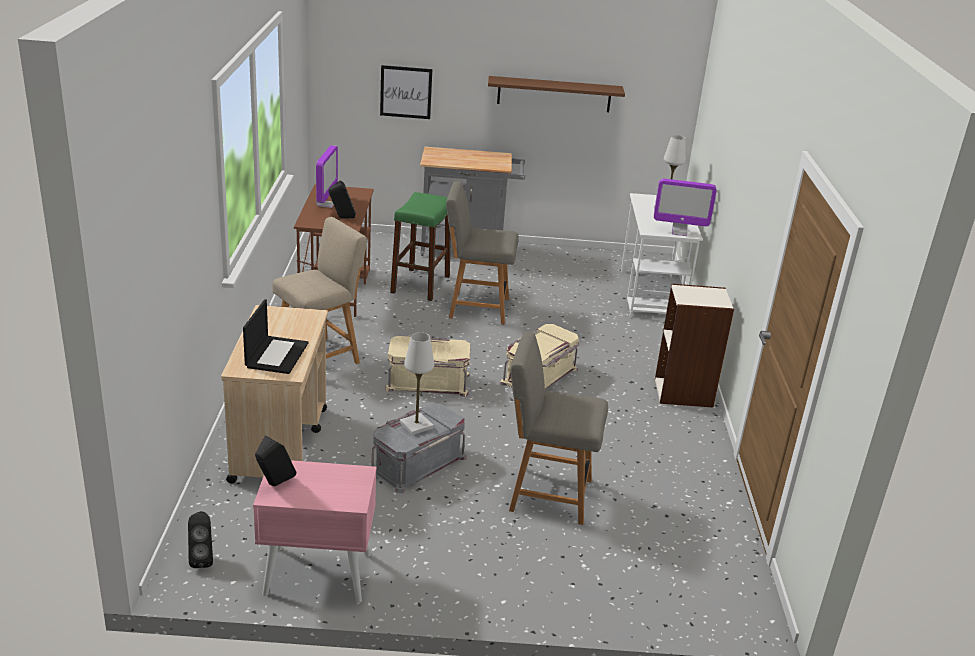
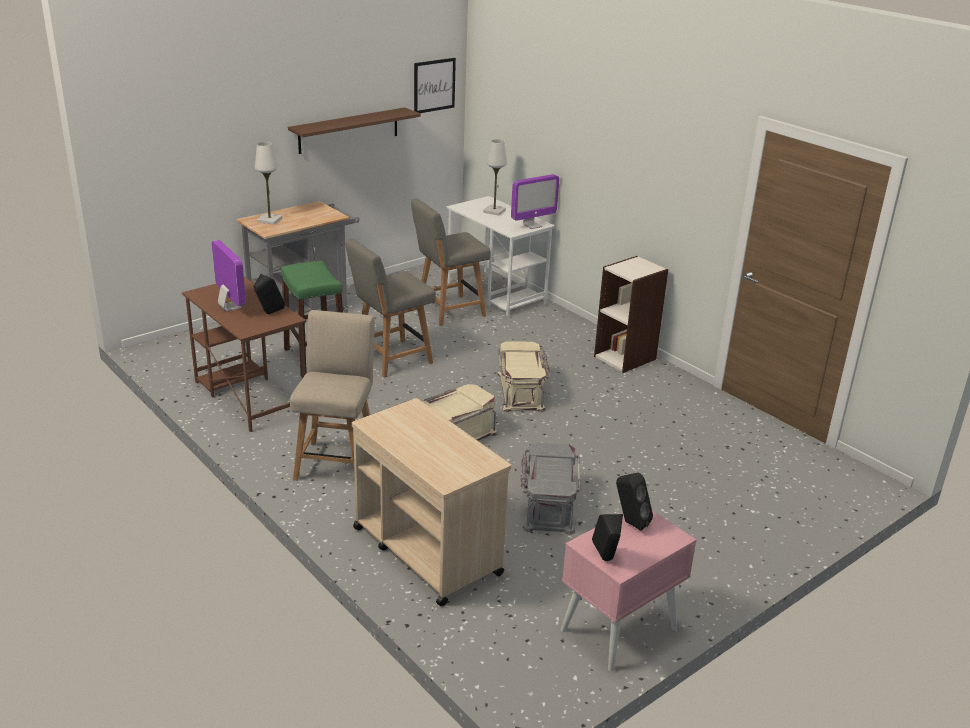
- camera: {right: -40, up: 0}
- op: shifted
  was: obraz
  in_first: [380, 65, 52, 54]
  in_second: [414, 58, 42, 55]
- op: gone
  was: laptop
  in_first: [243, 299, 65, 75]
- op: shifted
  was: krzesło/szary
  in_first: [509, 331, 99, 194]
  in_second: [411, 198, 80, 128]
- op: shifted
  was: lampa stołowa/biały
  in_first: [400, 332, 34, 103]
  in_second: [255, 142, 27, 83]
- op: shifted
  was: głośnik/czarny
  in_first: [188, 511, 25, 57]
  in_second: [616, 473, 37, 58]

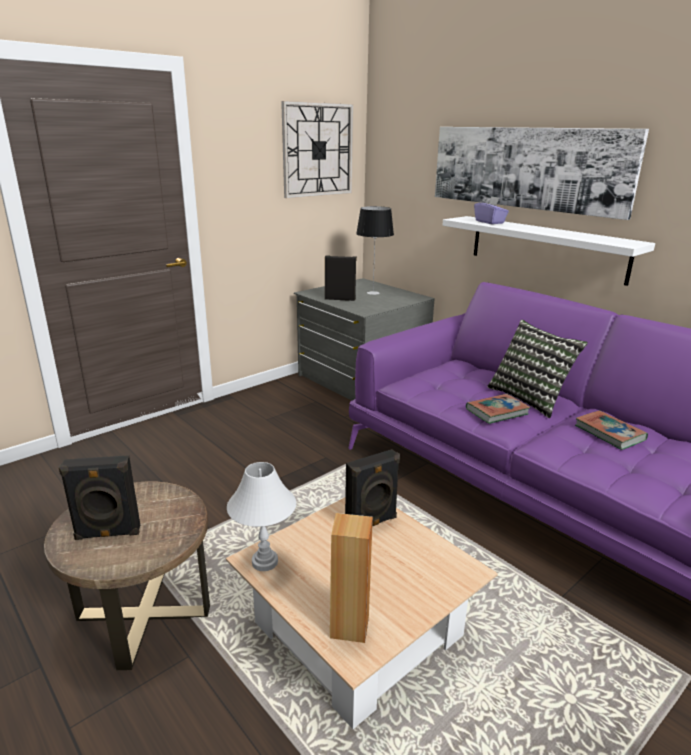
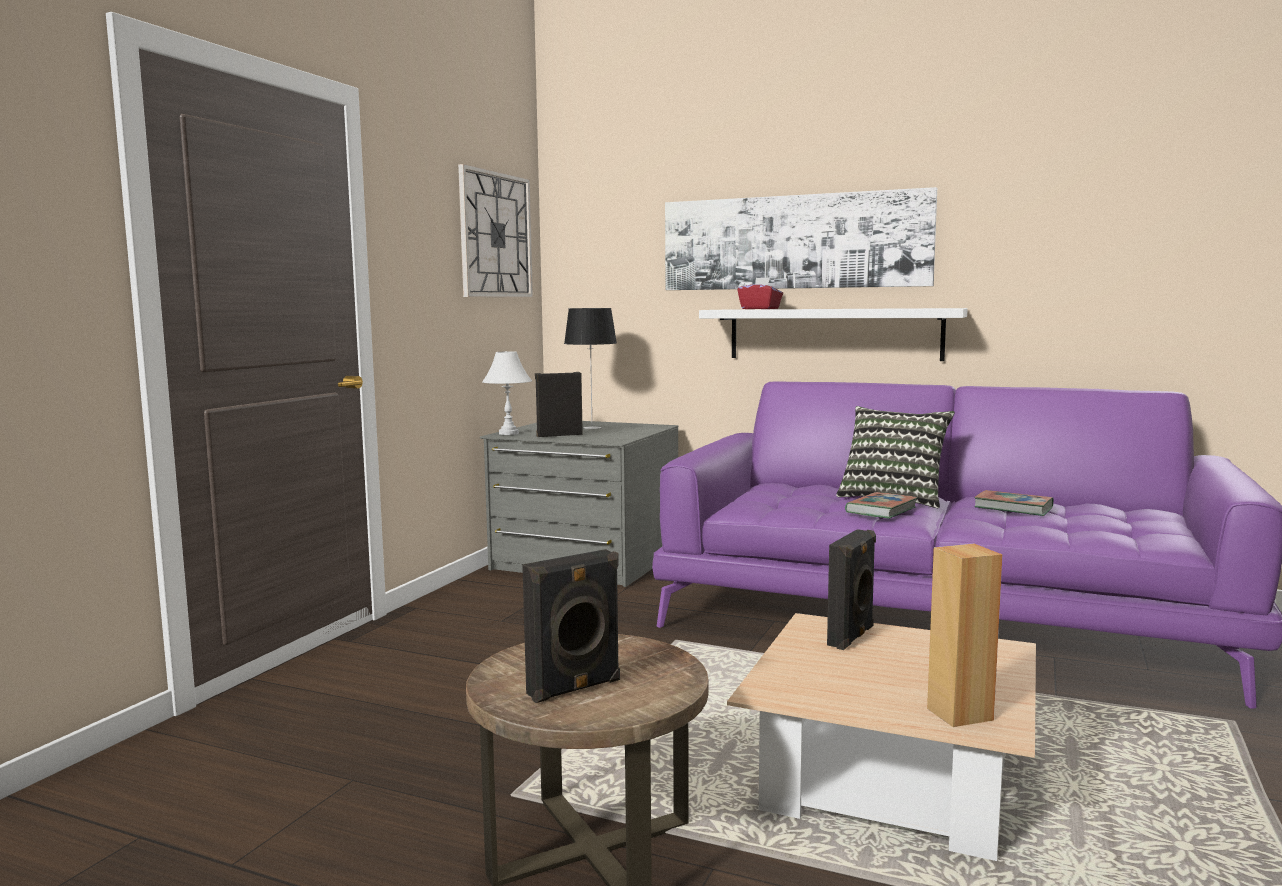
- camera: {right: -25, up: -15}
- op: repainted
  was: pudełko chusteczek/fioletowy
  now: pudełko chusteczek/czerwony
  in_first: [474, 196, 35, 28]
  in_second: [737, 277, 46, 32]
- op: shifted
  was: lampa stołowa/biały
  in_first: [227, 462, 69, 109]
  in_second: [482, 351, 50, 84]

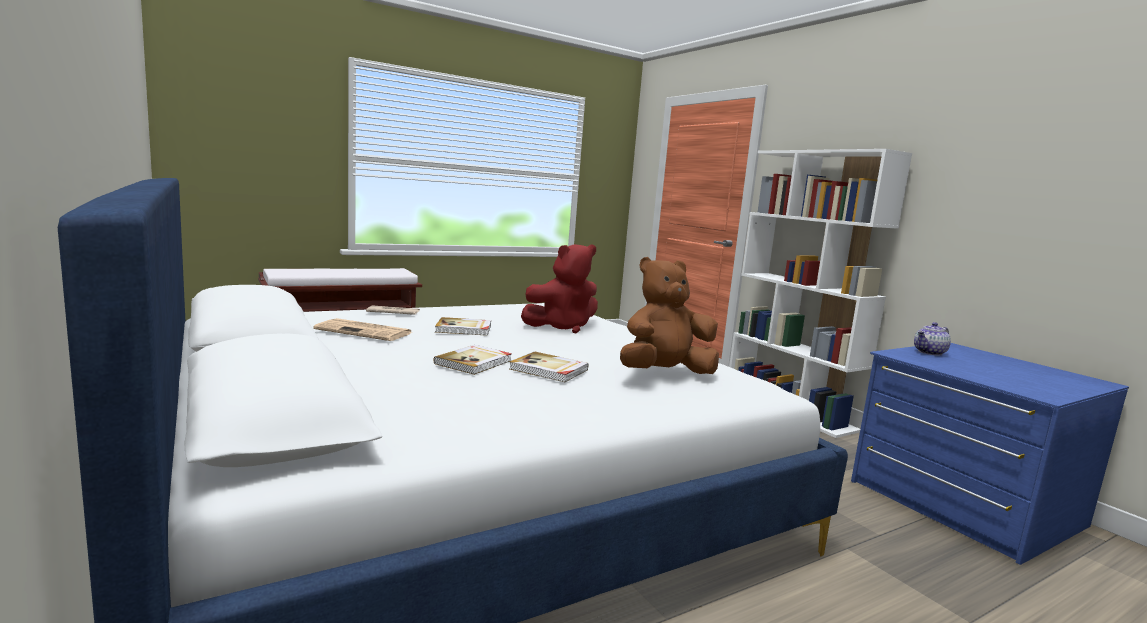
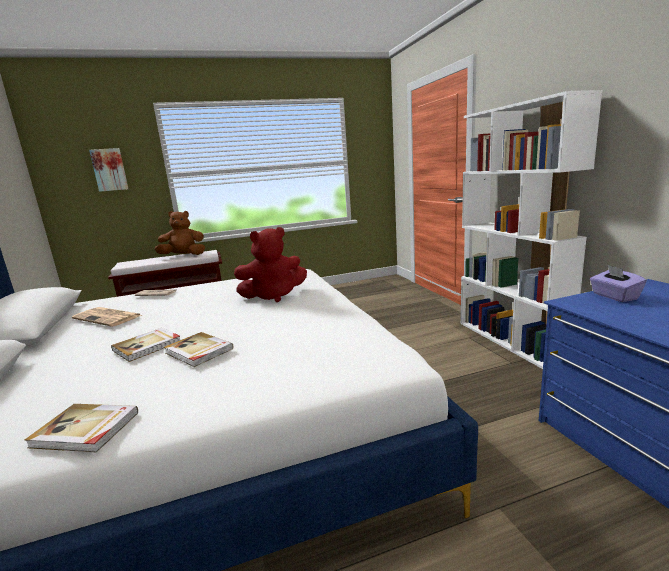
- camera: {right: 15, up: 5}
- op: shifted
  was: pluszak/brązowy
  in_first: [620, 257, 99, 117]
  in_second: [155, 211, 50, 44]
- op: shifted
  was: książka
  in_first: [435, 317, 56, 19]
  in_second: [25, 404, 113, 48]
- op: swapped
  was: imbryk
  now: pudełko chusteczek/fioletowy
  in_first: [914, 322, 37, 34]
  in_second: [590, 265, 57, 37]
- op: new
  now: obraz
  in_second: [89, 148, 39, 44]

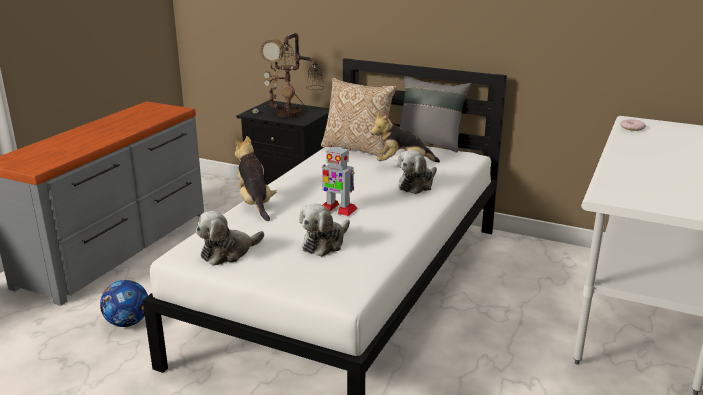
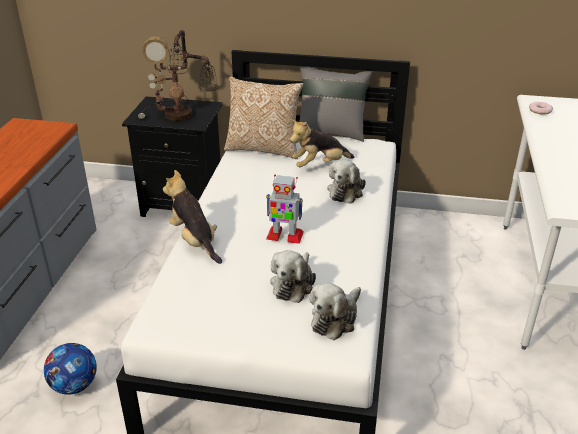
- camera: {right: -15, up: 10}
- op: shifted
  was: pluszak
  in_first: [196, 211, 68, 55]
  in_second: [309, 283, 52, 57]

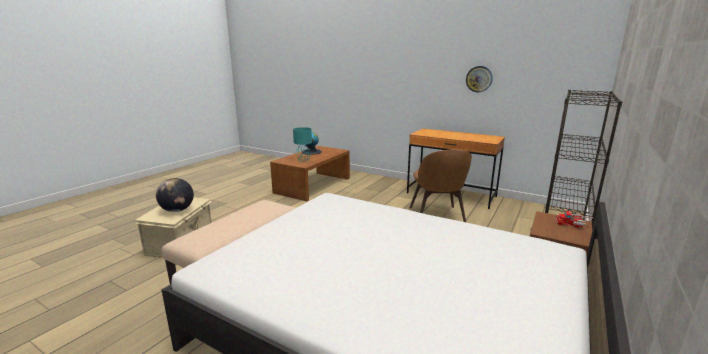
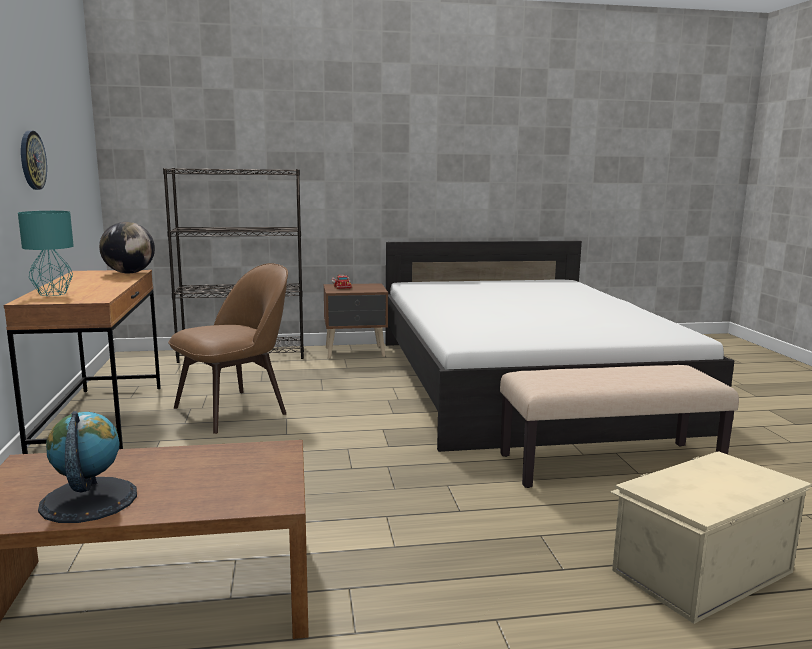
- camera: {right: -130, up: -5}
- op: shifted
  was: lampa stołowa/turkusowy
  in_first: [293, 127, 19, 35]
  in_second: [18, 211, 56, 85]
- op: shifted
  was: globus
  in_first: [156, 178, 38, 34]
  in_second: [99, 222, 56, 51]

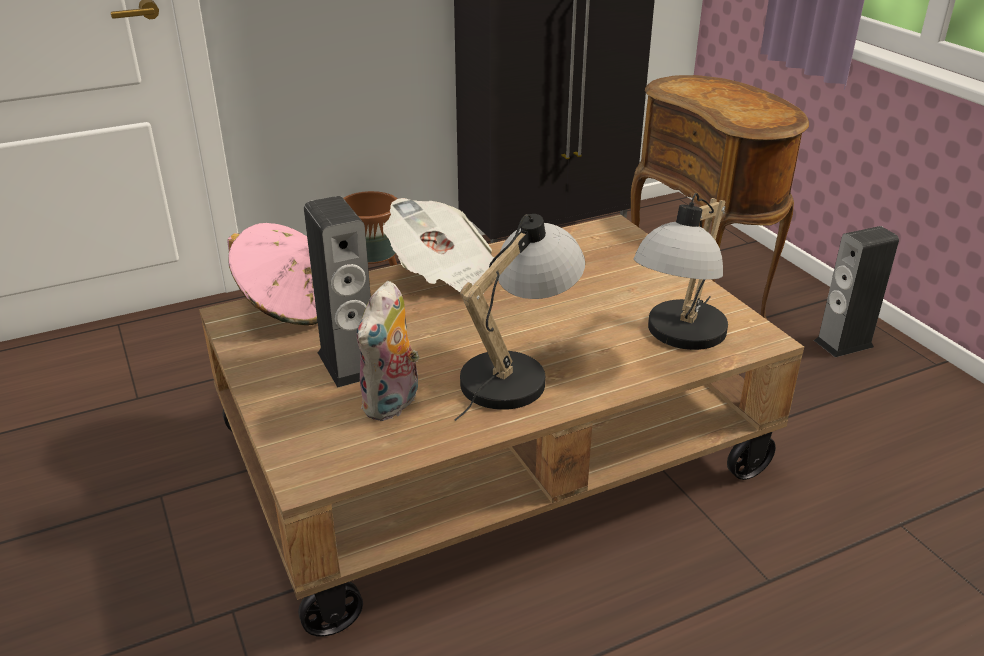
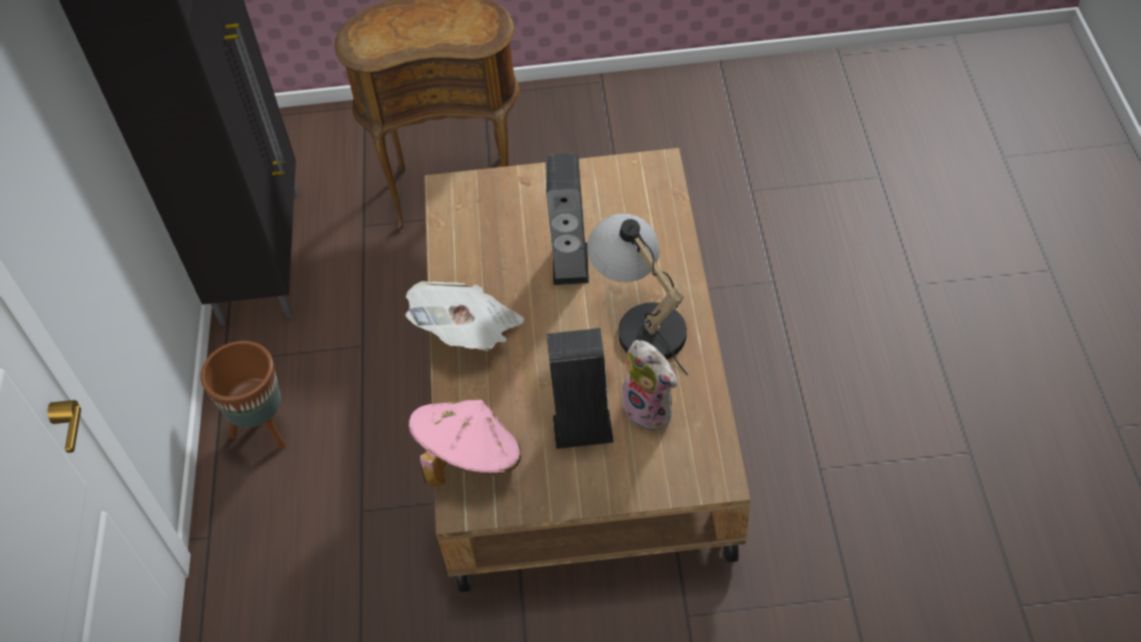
- camera: {right: -65, up: 20}
- op: gone
  was: lampa stołowa
  in_first: [634, 193, 94, 157]
- op: shifted
  was: głośnik
  in_first: [814, 226, 85, 131]
  in_second: [546, 153, 43, 132]

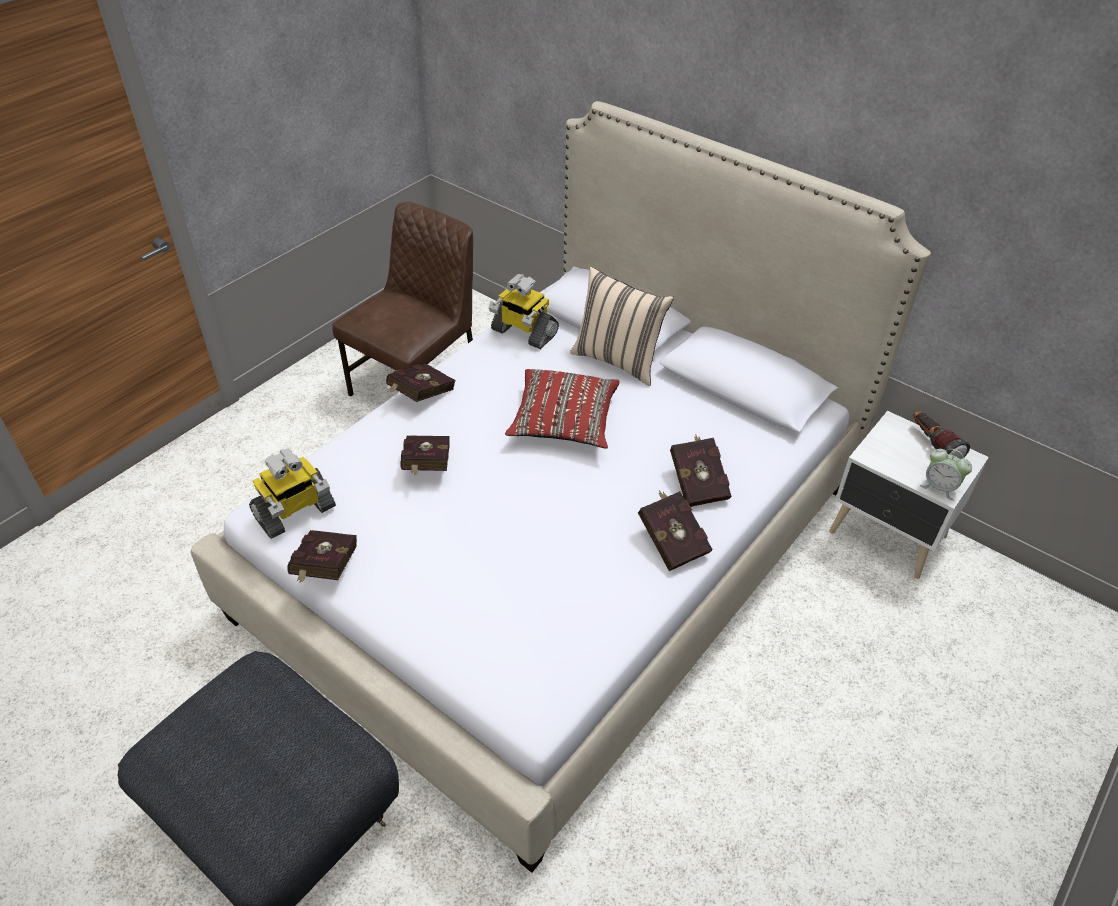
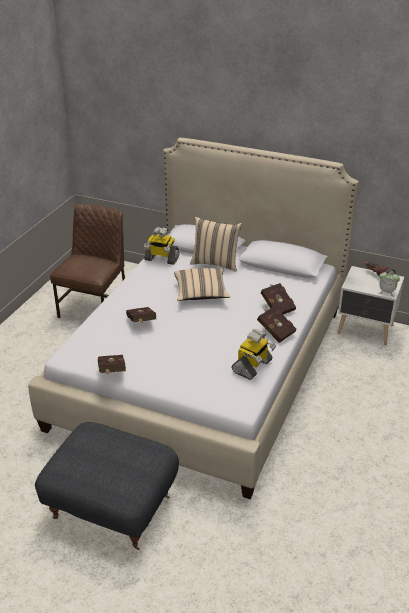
- camera: {right: -15, up: -10}
- op: gone
  was: książka/czerwony
  in_first: [386, 364, 70, 38]
- op: repainted
  was: poduszka/czerwony
  now: poduszka/beżowy
  in_first: [505, 369, 115, 80]
  in_second: [174, 268, 56, 33]
- op: shifted
  was: robot zabawkowy
  in_first: [249, 448, 87, 91]
  in_second: [232, 329, 44, 51]

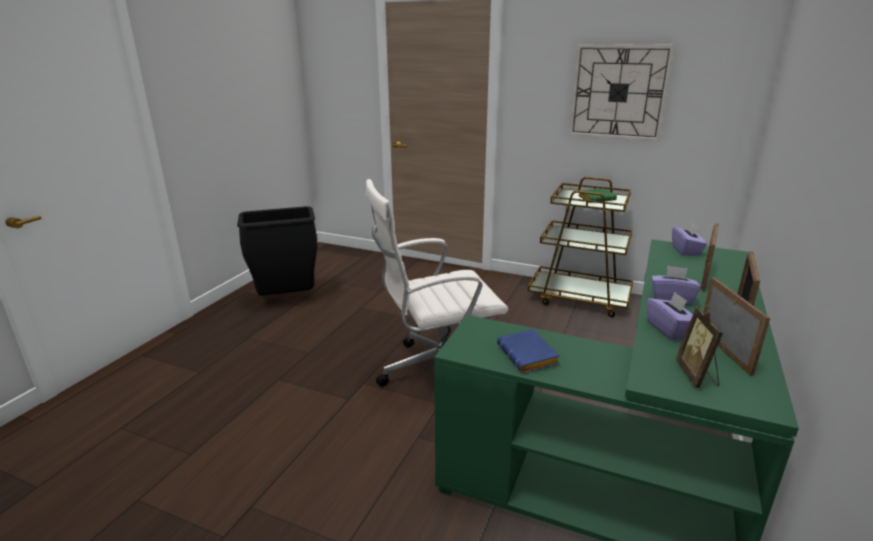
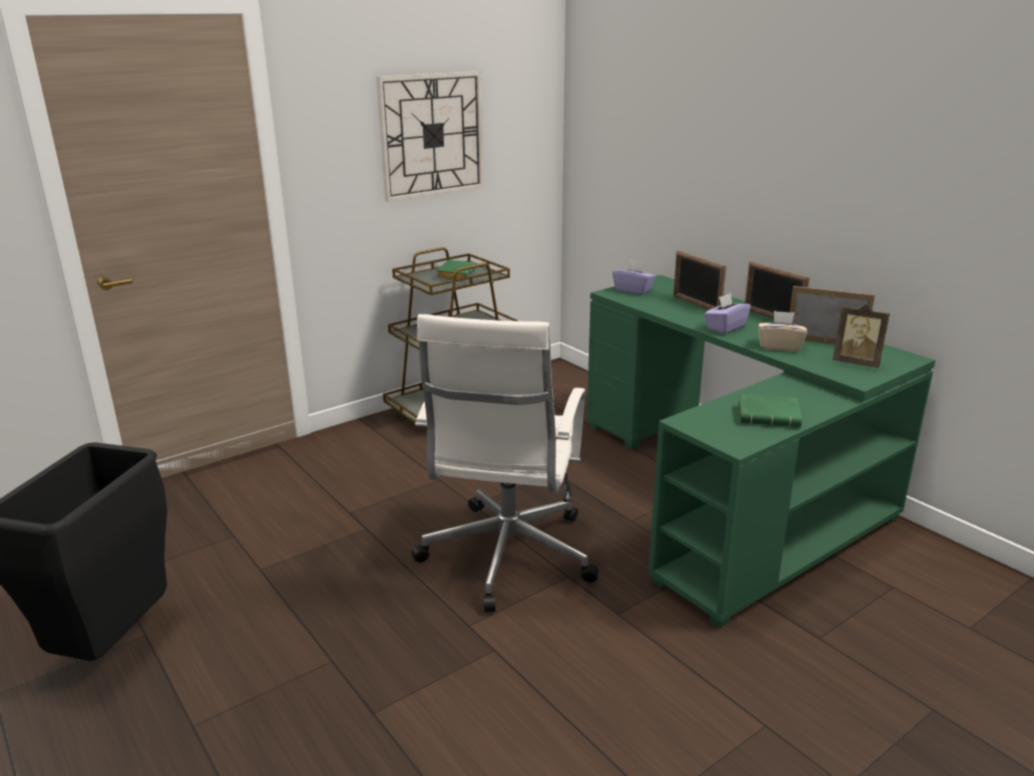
- camera: {right: -60, up: 0}
- op: repainted
  was: pudełko chusteczek/fioletowy
  now: pudełko chusteczek/beżowy
  in_first: [647, 292, 46, 48]
  in_second: [758, 311, 49, 41]
- op: repainted
  was: książka/niebieski
  now: książka/zielony
  in_first: [497, 329, 62, 44]
  in_second: [739, 394, 63, 33]

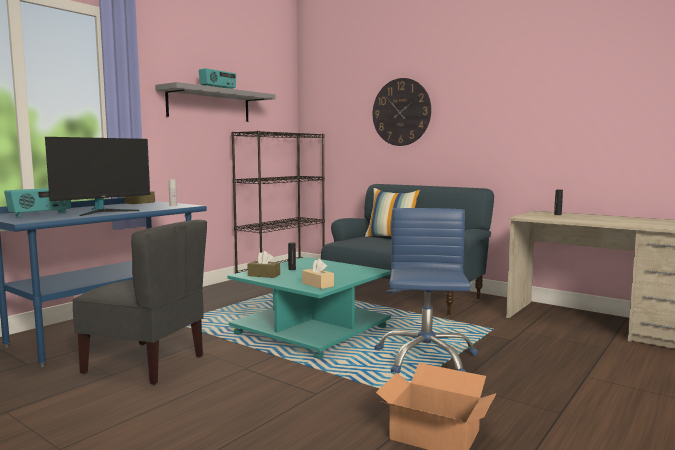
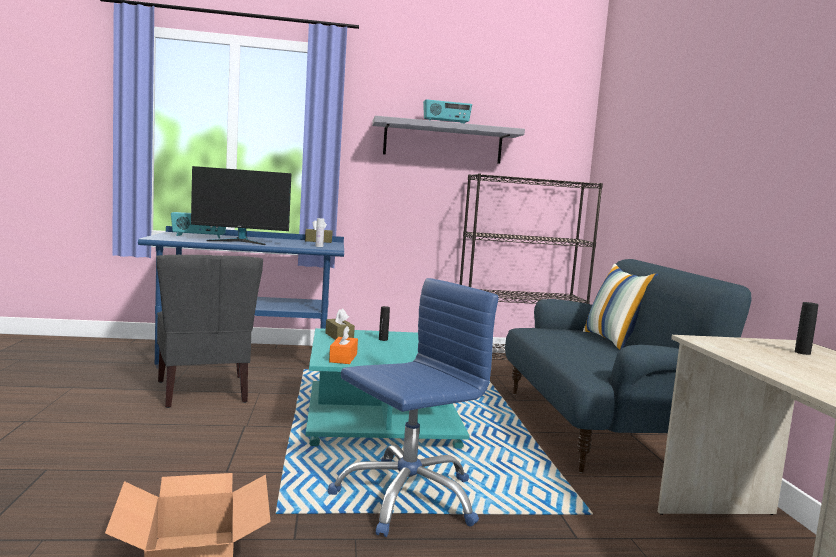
- camera: {right: 45, up: 0}
- op: gone
  was: zegar ścienny
  in_first: [373, 78, 58, 68]
- op: repainted
  was: pudełko chusteczek/beżowy
  now: pudełko chusteczek/pomarańczowy
  in_first: [302, 259, 32, 30]
  in_second: [329, 326, 29, 38]

